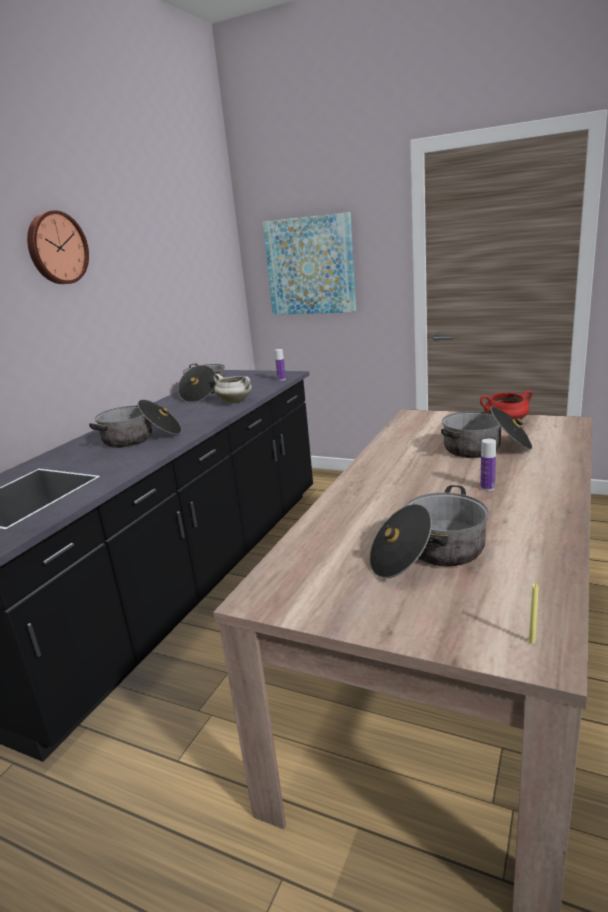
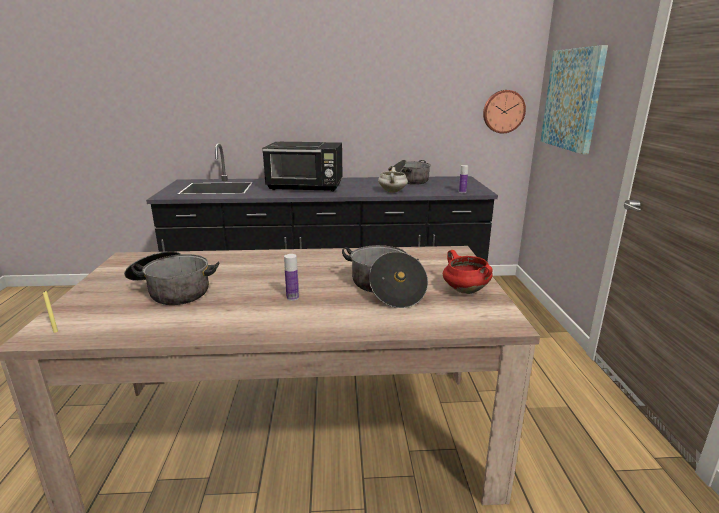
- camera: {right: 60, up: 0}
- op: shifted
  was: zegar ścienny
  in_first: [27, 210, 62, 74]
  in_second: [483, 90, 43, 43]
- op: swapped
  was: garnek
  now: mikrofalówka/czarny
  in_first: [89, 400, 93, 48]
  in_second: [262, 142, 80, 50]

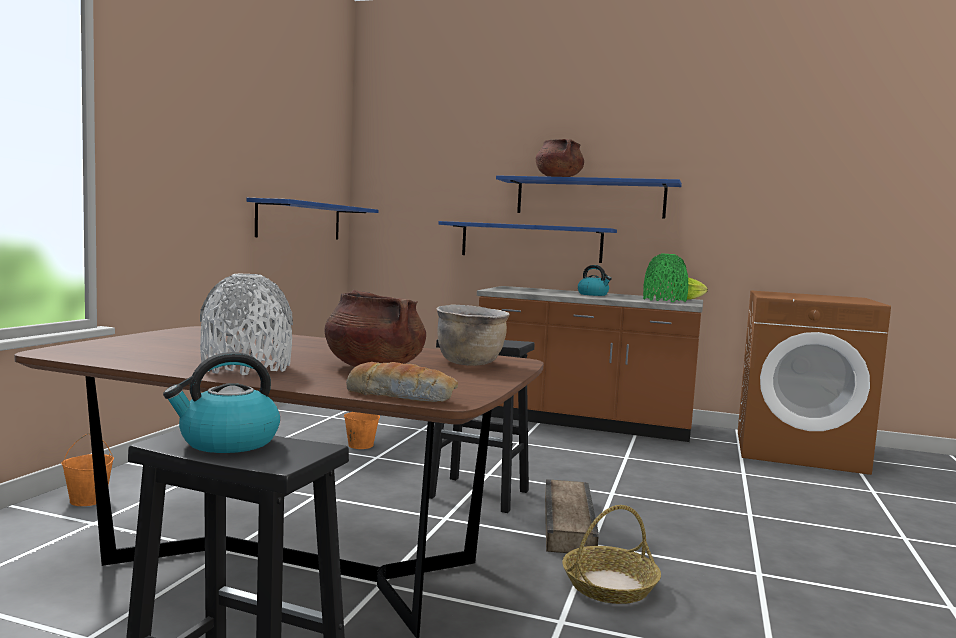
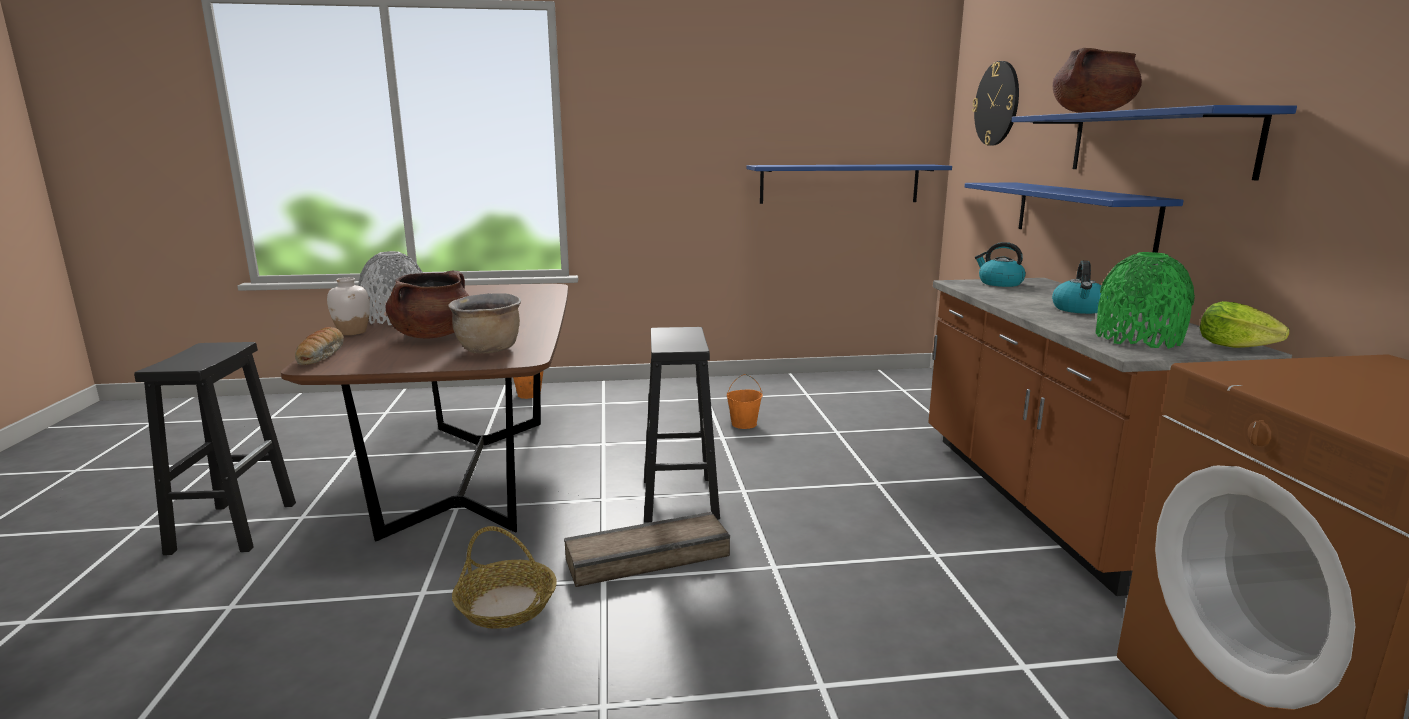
- camera: {right: 65, up: 10}
- op: shifted
  was: czajnik
  in_first: [163, 352, 117, 101]
  in_second: [975, 242, 51, 45]
- op: new
  now: zegar ścienny
  in_second: [972, 61, 47, 85]
- op: new
  now: wazon/biały
  in_second: [327, 277, 43, 58]

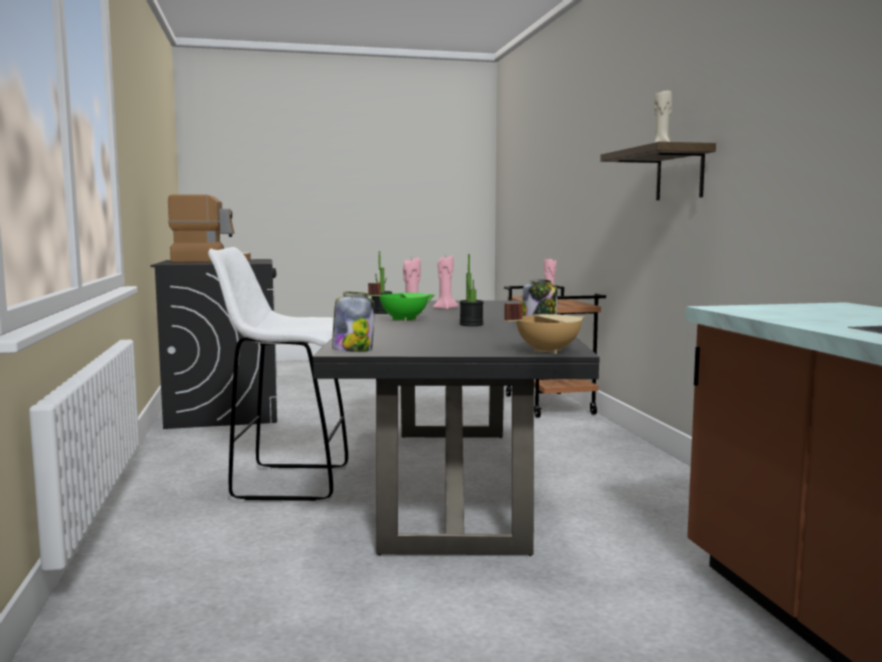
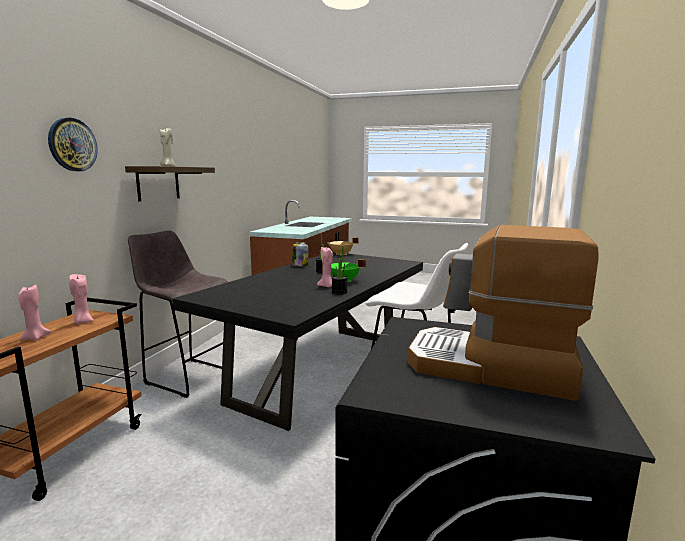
- camera: {right: -150, up: 5}
- op: shifted
  was: świeca/różowy
  in_first: [433, 255, 25, 55]
  in_second: [69, 274, 25, 50]
- op: gone
  was: słoik
  in_first: [332, 292, 43, 60]
- op: new
  now: zegar ścienny
  in_second: [48, 118, 50, 53]
- op: new
  now: stołek/szary
  in_second: [128, 230, 100, 168]

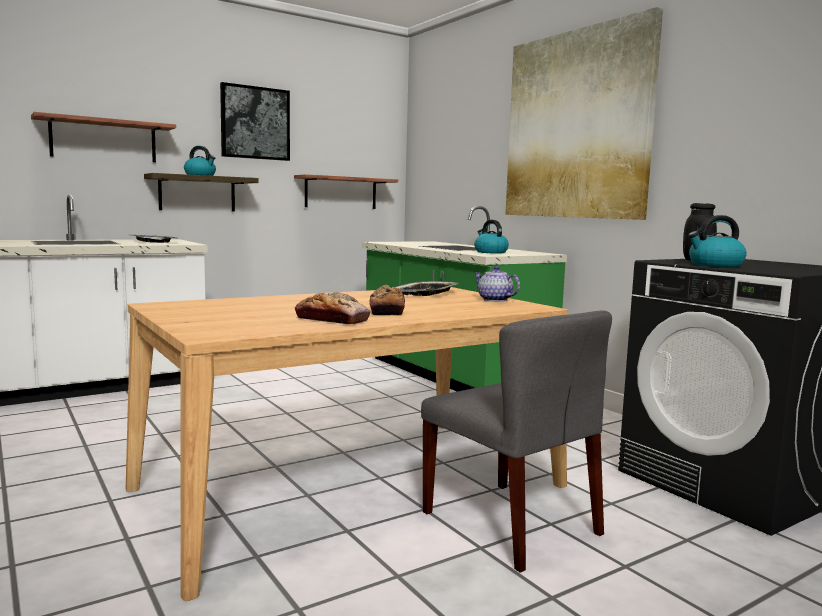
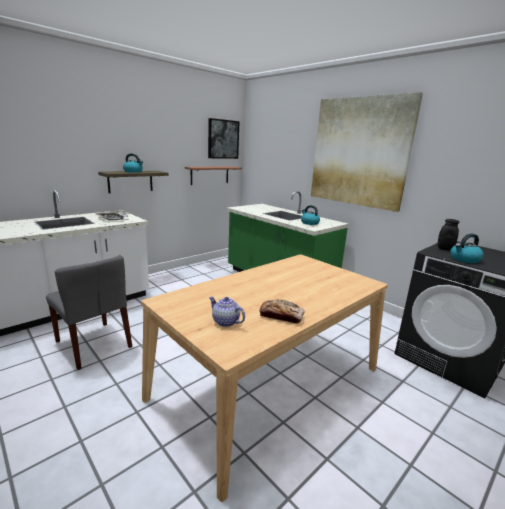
- camera: {right: -10, up: 10}
- op: shifted
  was: obraz
  in_first: [220, 82, 70, 79]
  in_second: [208, 118, 32, 41]
- op: gone
  was: półka
  in_first: [31, 112, 145, 50]
- op: shifted
  was: imbryk
  in_first: [474, 266, 46, 36]
  in_second: [209, 297, 36, 30]
- op: gone
  was: taca
  in_first: [395, 281, 64, 15]
- op: gone
  was: chleb
  in_first: [369, 285, 36, 31]
- op: shifted
  was: krzesło/szary
  in_first: [421, 310, 191, 263]
  in_second: [46, 256, 86, 114]

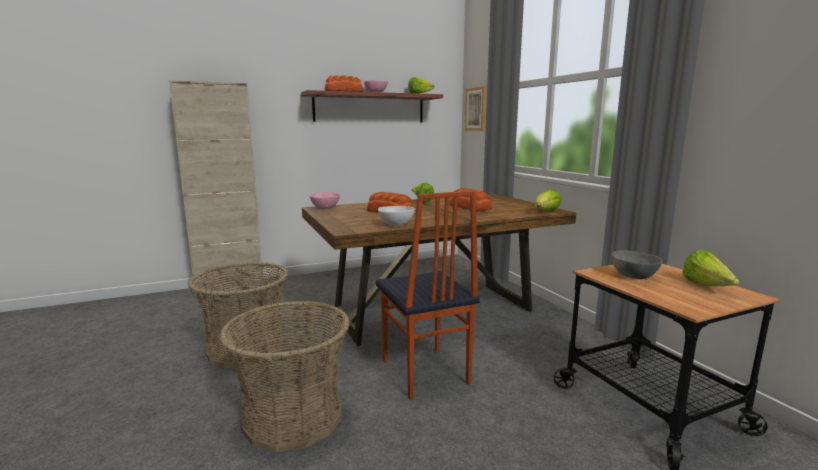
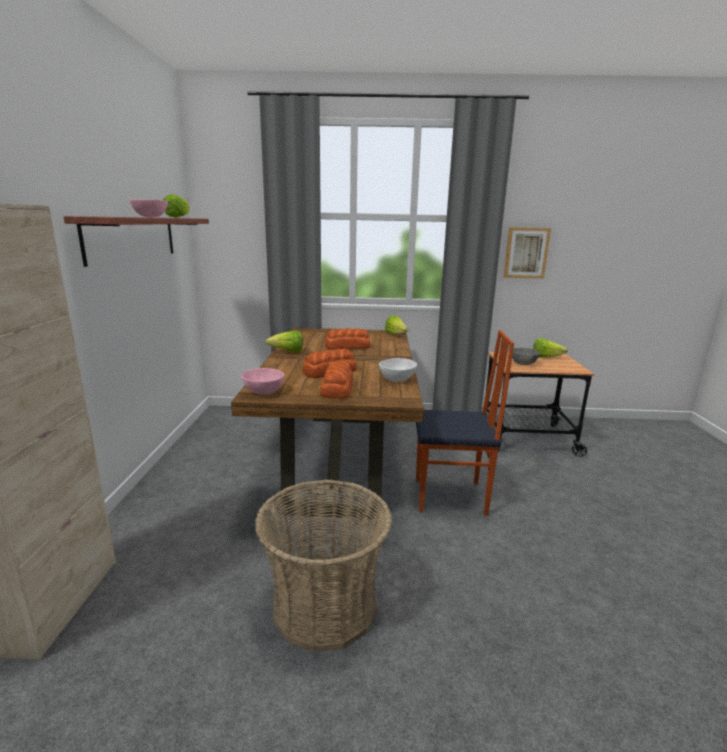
- camera: {right: -65, up: 5}
- op: shifted
  was: chleb
  in_first: [324, 76, 39, 16]
  in_second: [320, 360, 33, 38]
- op: shifted
  was: obraz
  in_first: [465, 86, 22, 45]
  in_second: [504, 227, 47, 52]
- op: gone
  was: koszyk
  in_first: [219, 301, 131, 151]

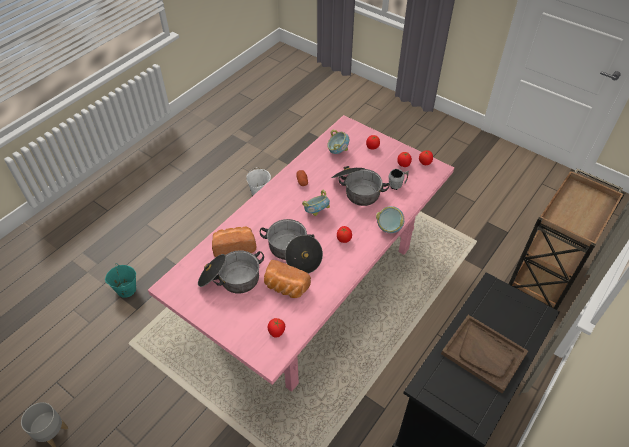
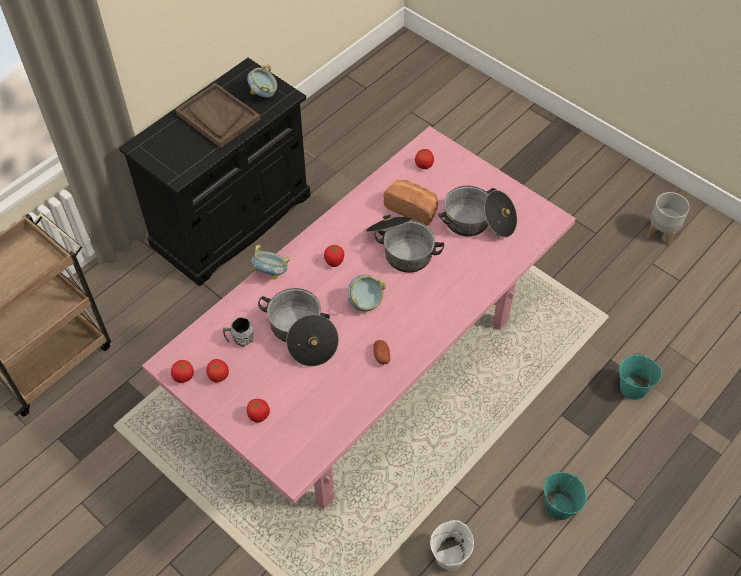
- camera: {right: -175, up: 5}
- op: shifted
  was: miska
  in_first: [327, 130, 22, 24]
  in_second: [247, 64, 30, 34]
- op: gone
  was: chleb
  in_first: [212, 227, 44, 30]
- op: new
  now: wiadro/turkusowy
  in_second: [544, 472, 43, 48]

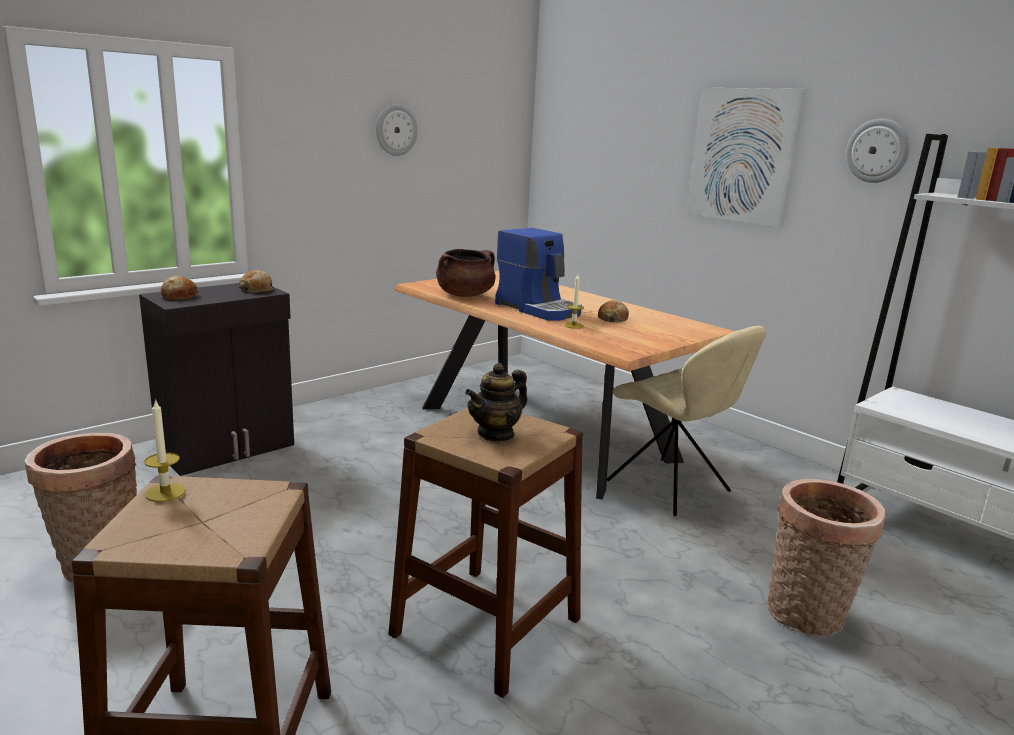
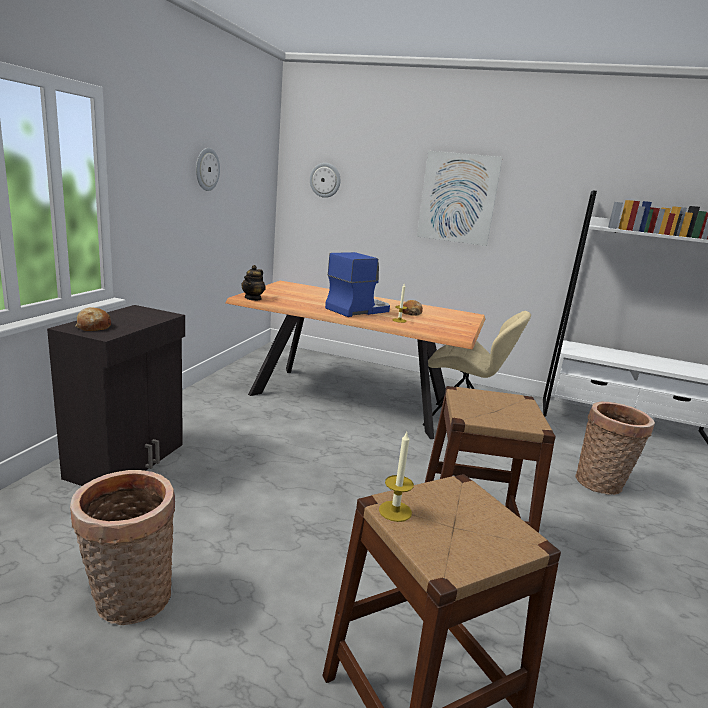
- camera: {right: -30, up: 0}
- op: shifted
  was: zegar ścienny
  in_first: [846, 119, 64, 64]
  in_second: [310, 163, 31, 35]
- op: rotated
  was: ekspres do kawy
  in_first: [495, 228, 87, 93]
  in_second: [325, 252, 65, 65]
  clockwise: -60
- op: gone
  was: garnek/brązowy
  in_first: [436, 249, 59, 48]
- op: gone
  was: chleb
  in_first: [239, 270, 34, 22]
- op: shifted
  was: imbryk
  in_first: [465, 363, 62, 79]
  in_second: [241, 265, 25, 36]

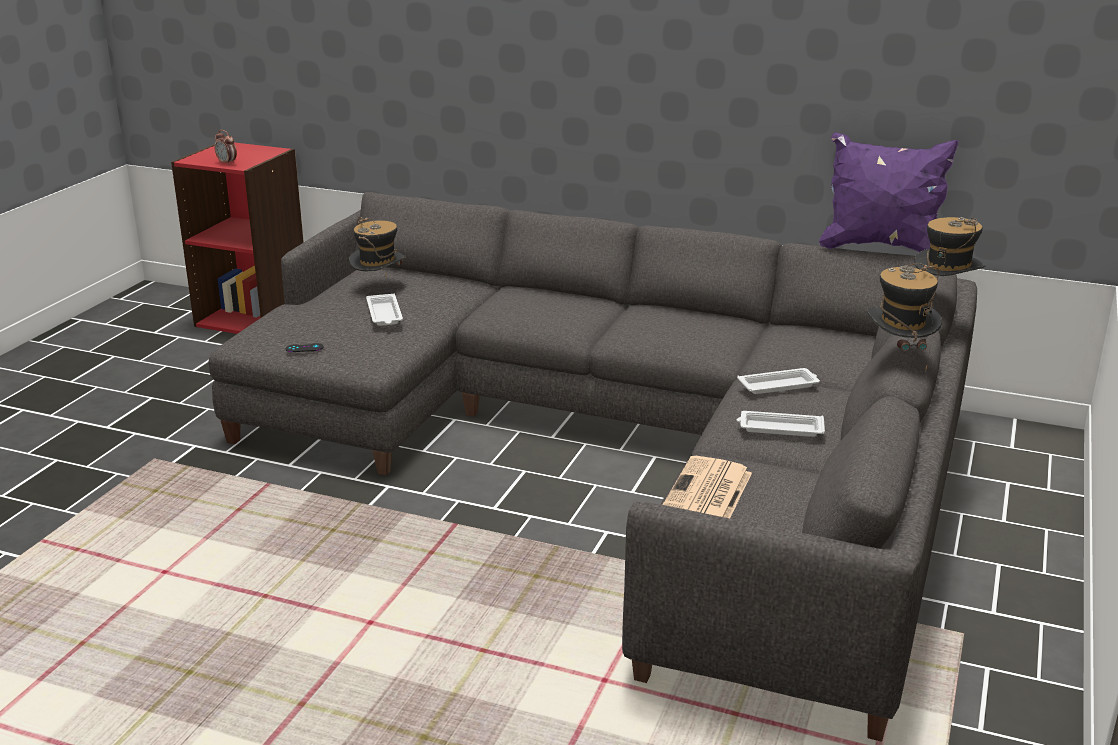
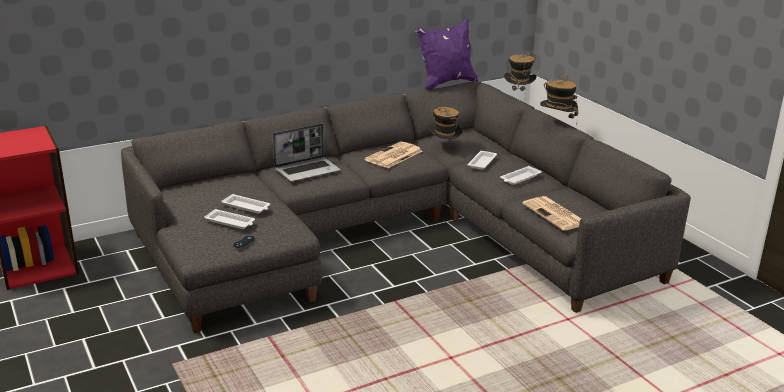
- camera: {right: -50, up: 0}
- op: gone
  was: budzik
  in_first: [214, 130, 23, 35]
- op: shifted
  was: kapelusz
  in_first: [349, 217, 57, 61]
  in_second: [428, 107, 35, 37]
- op: new
  now: laptop
  in_second: [273, 123, 68, 59]
- op: new
  now: gazeta
  in_second: [365, 141, 57, 27]
- op: new
  now: taca/biały
  in_second: [204, 209, 51, 20]

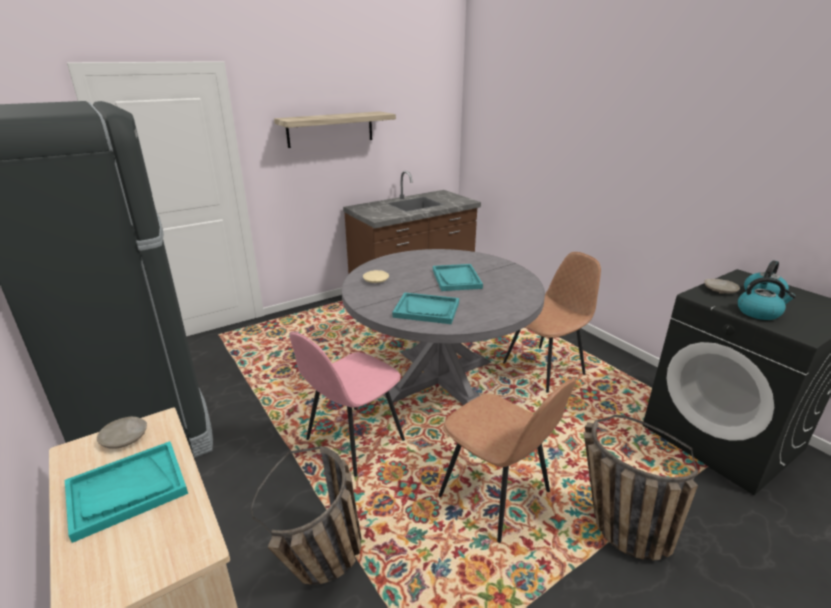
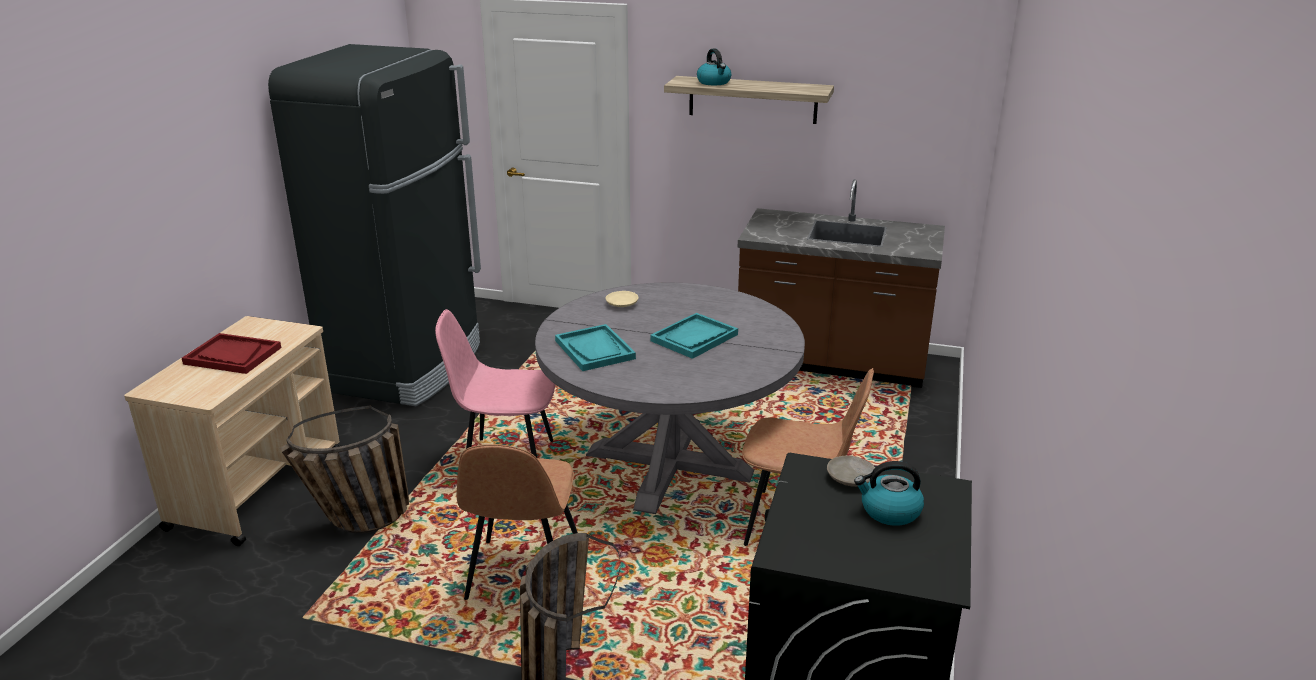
- camera: {right: 50, up: 0}
- op: shifted
  was: czajnik
  in_first: [738, 277, 58, 43]
  in_second: [697, 48, 34, 37]
- op: gone
  was: talerz/beżowy
  in_first: [97, 417, 50, 32]
- op: repainted
  was: taca/turkusowy
  now: taca/czerwony
  in_first: [65, 441, 123, 102]
  in_second: [182, 333, 99, 41]

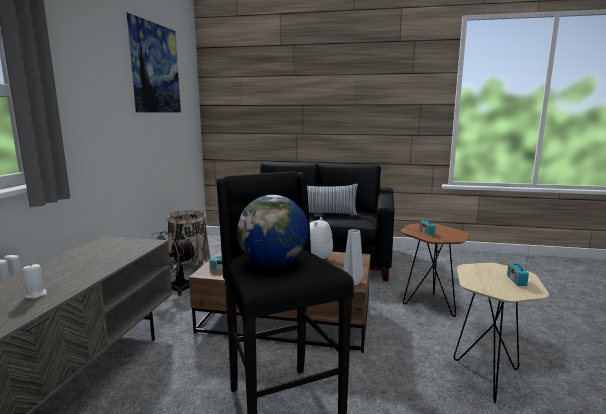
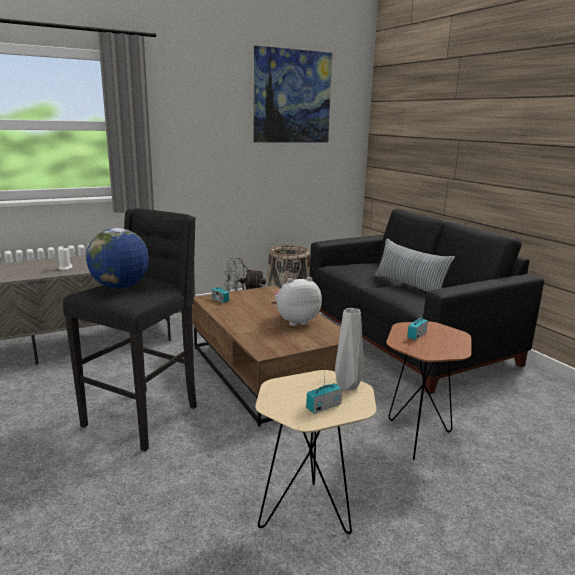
- camera: {right: 50, up: 5}
- op: shifted
  was: wazon/szary
  in_first: [344, 229, 19, 56]
  in_second: [335, 308, 29, 83]

